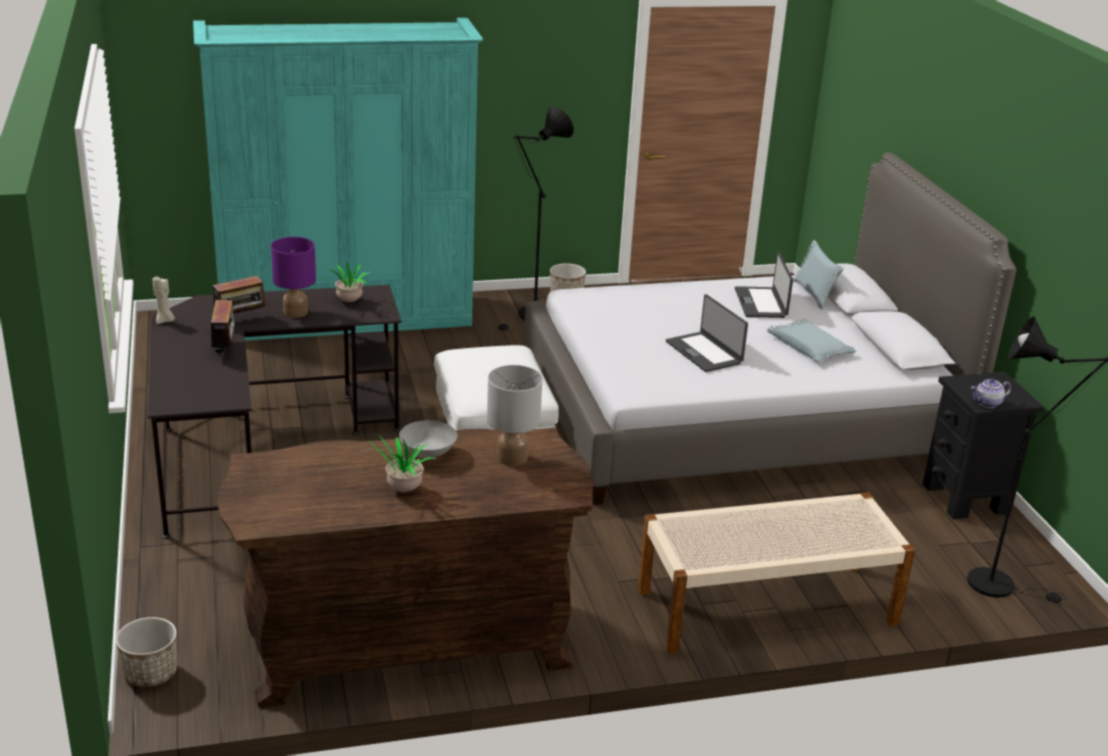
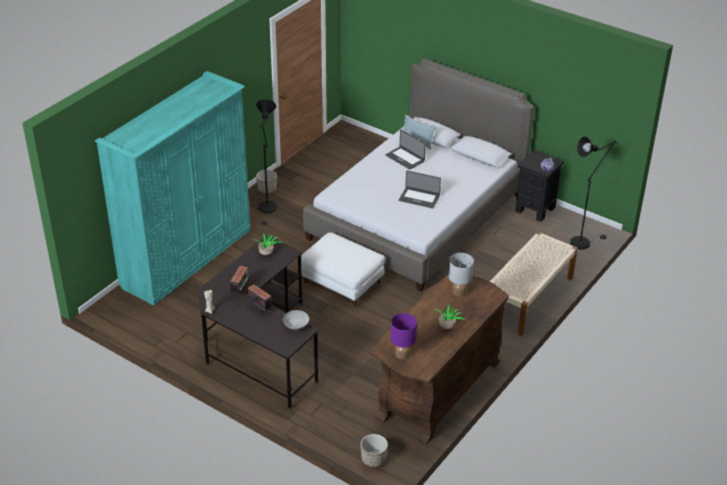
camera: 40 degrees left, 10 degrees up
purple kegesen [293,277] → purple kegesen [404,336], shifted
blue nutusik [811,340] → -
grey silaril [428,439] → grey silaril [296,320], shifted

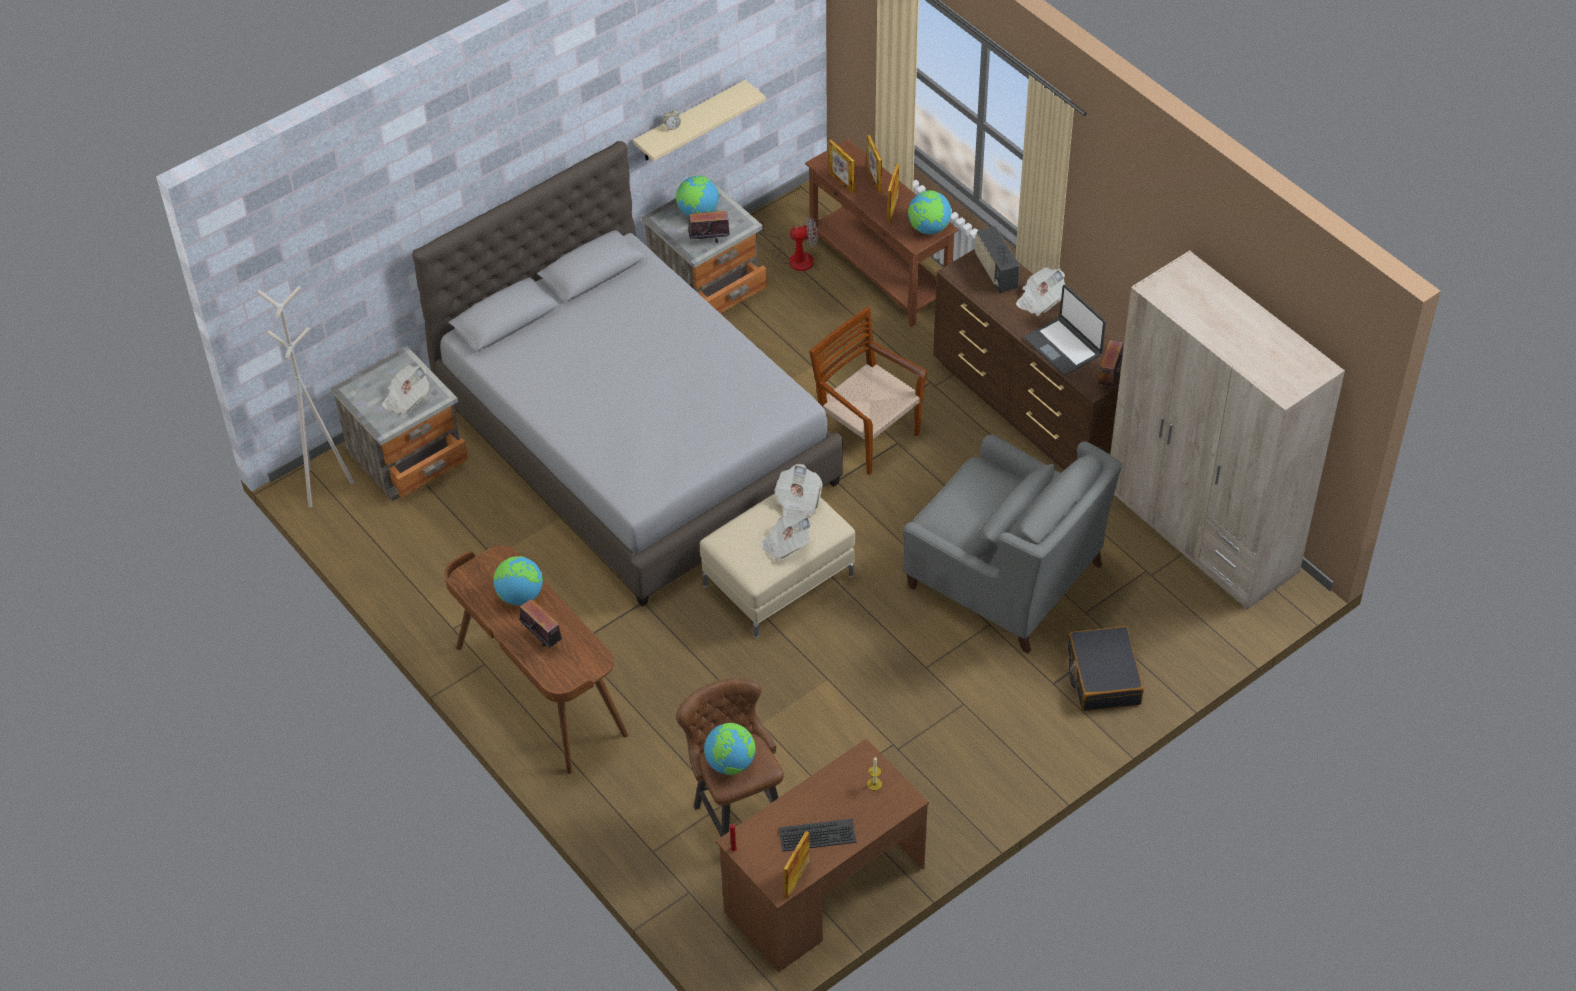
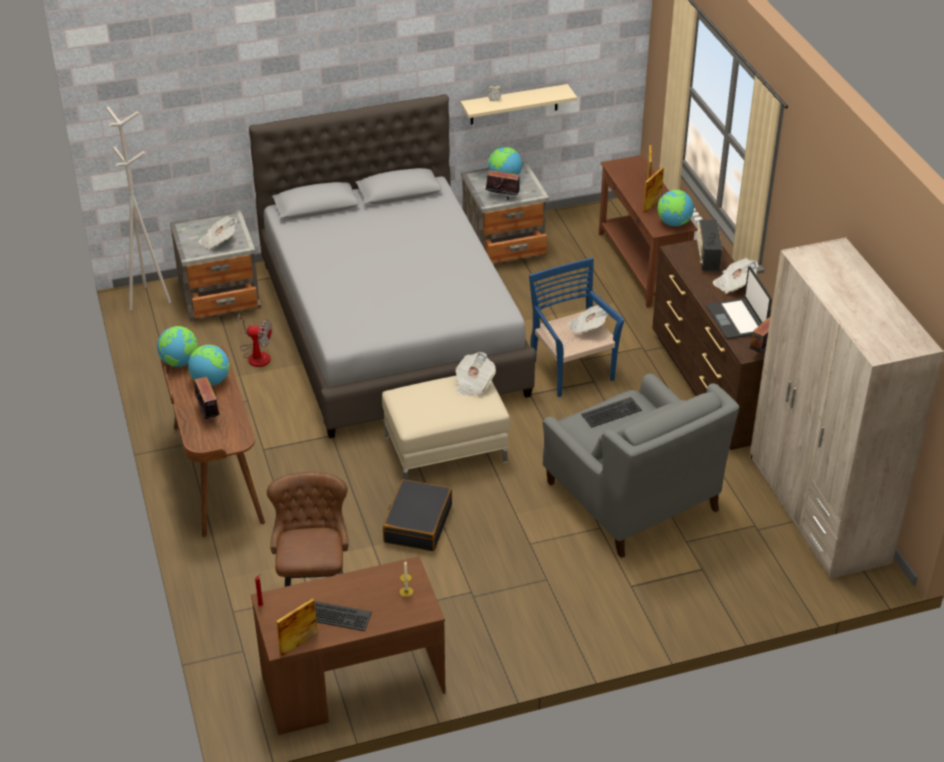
camera: 20 degrees right, 10 degrees down
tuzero [842,167] → -
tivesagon [787,243] → tivesagon [255,340], shifted
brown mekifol [868,391] → blue mekifol [577,327]
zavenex [786,536] → zavenex [588,320], shifted
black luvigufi [1106,668] → black luvigufi [417,515], shifted
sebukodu [730,749] → sebukodu [177,346], shifted
- → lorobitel [611,412]

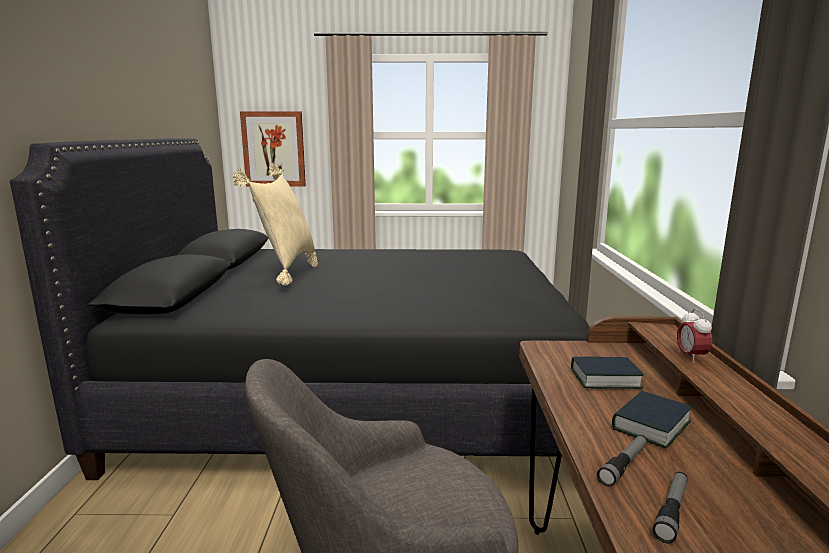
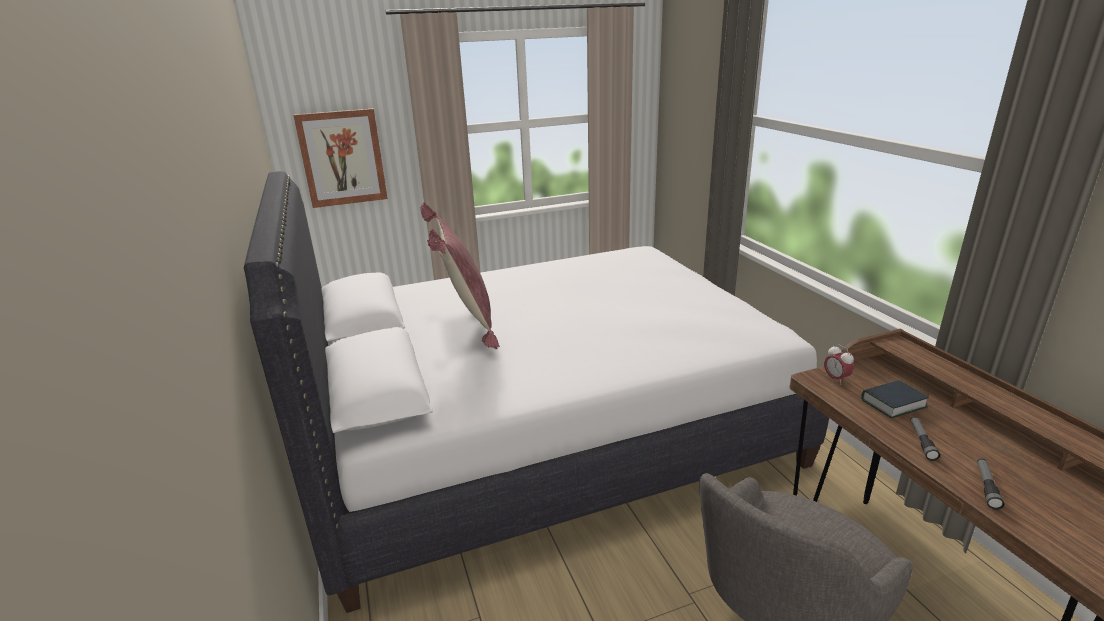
camera: 20 degrees left, 10 degrees up
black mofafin [300,309] → white mofafin [536,392]
beige nutusik [275,224] → red nutusik [460,275]
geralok [694,336] → geralok [839,364], shifted
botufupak [651,419] → -
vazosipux [670,507] → vazosipux [925,439], shifted

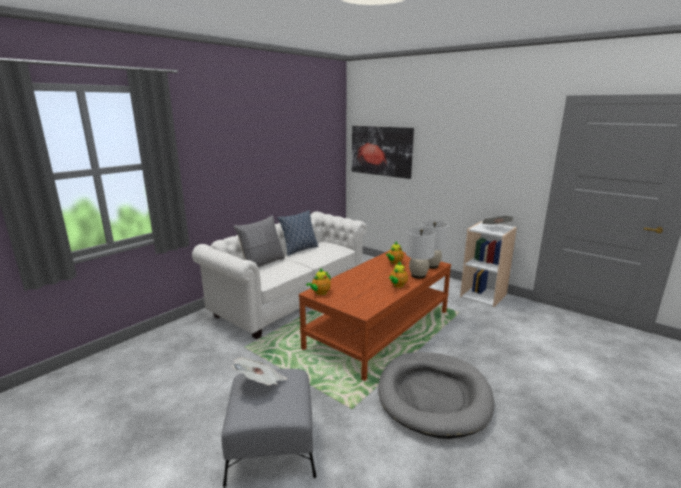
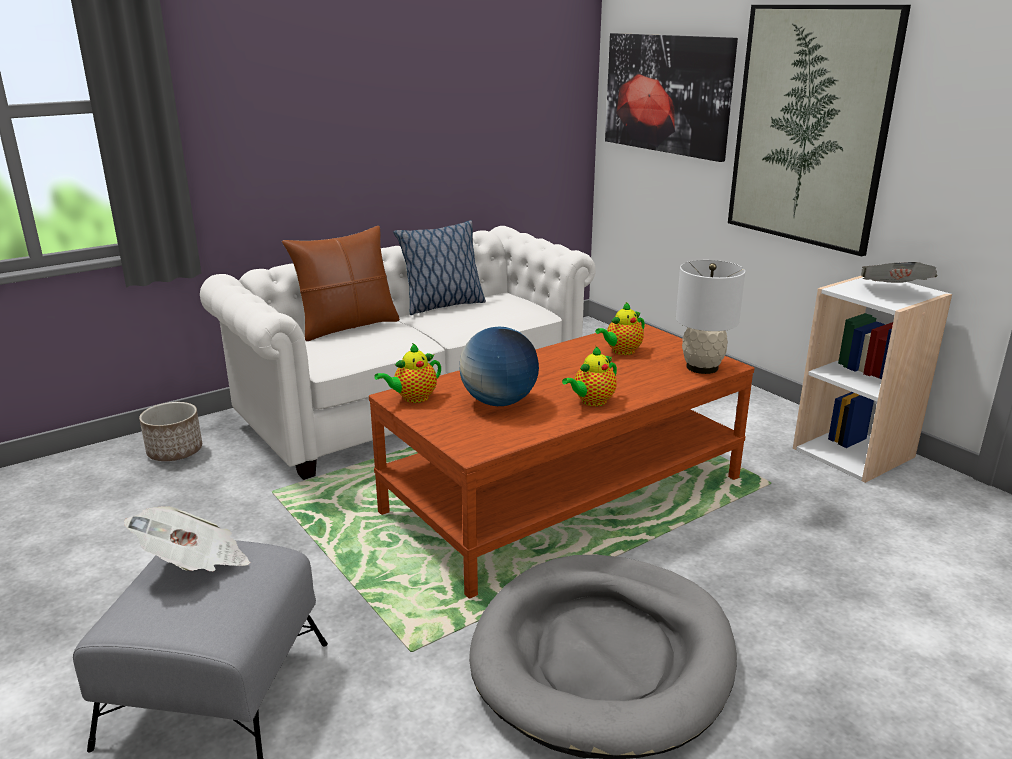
camera: 15 degrees right, 5 degrees up
grey nutusik [259,241] → brown nutusik [341,283]
white kegesen [421,253] → -
- → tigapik [819,131]
- → sebukodu [499,366]
- → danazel [170,431]

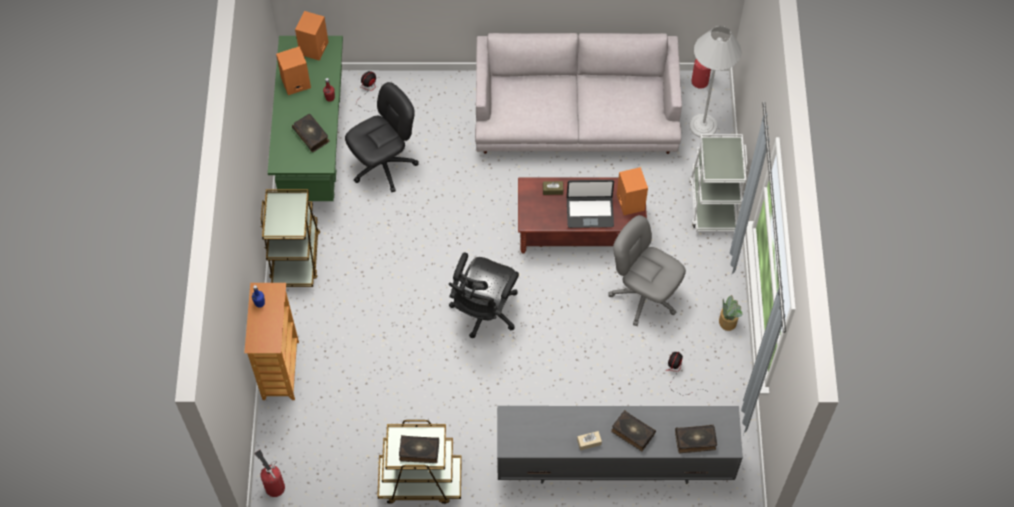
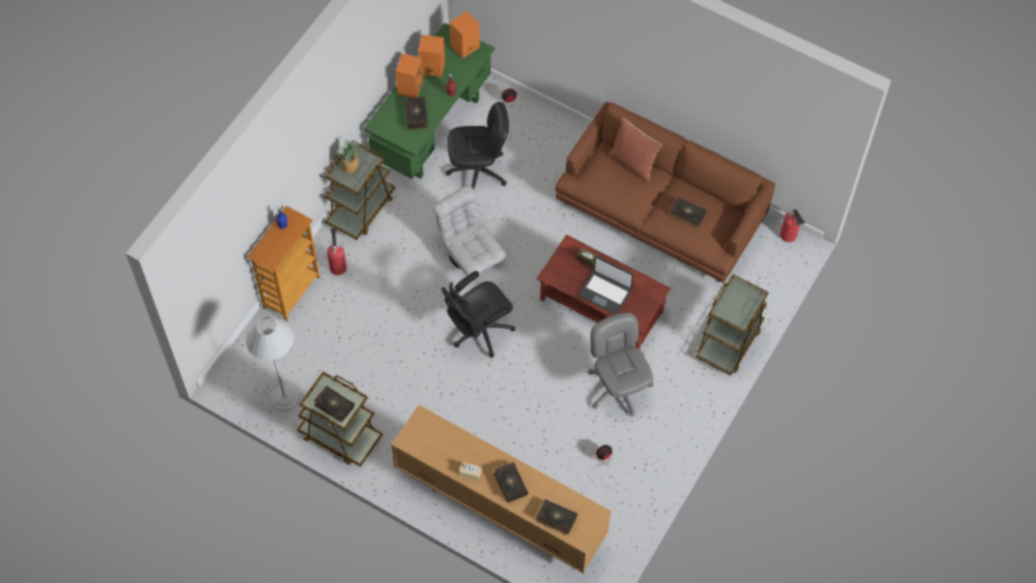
camera: 30 degrees right, 0 degrees up
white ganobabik [715,81] → white ganobabik [272,364], shifted
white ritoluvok [578,93] → brown ritoluvok [665,192]
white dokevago [718,182] → brown dokevago [732,325]
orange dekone [632,191] → orange dekone [409,75], shifted
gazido [731,313] → gazido [348,156], shifted
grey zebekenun [620,445] → brown zebekenun [501,489]
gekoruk [269,473] → gekoruk [337,251], shifted
- → nutusik [635,149]
- → grey mekifol [469,230]
- → botufupak [688,212]

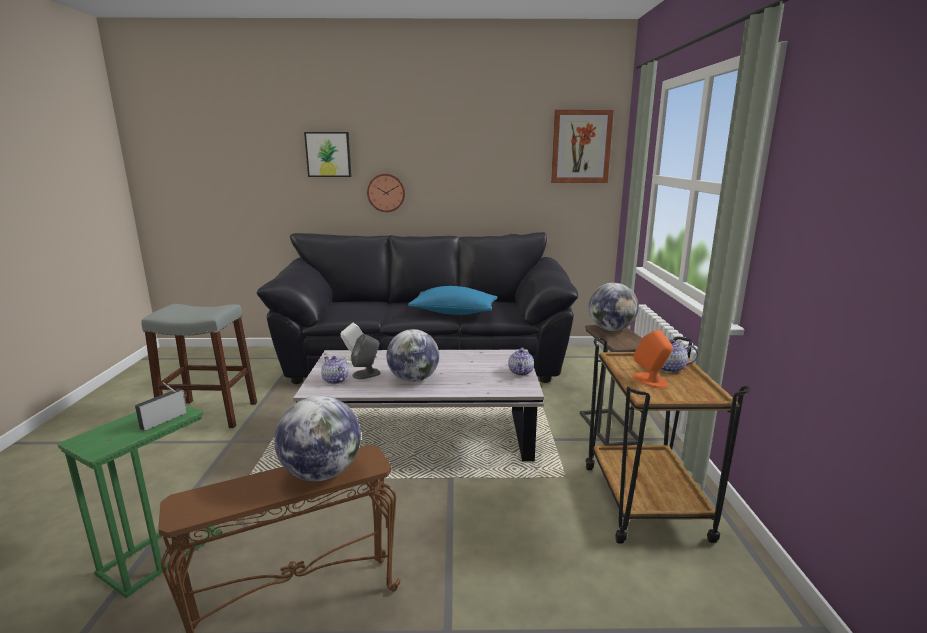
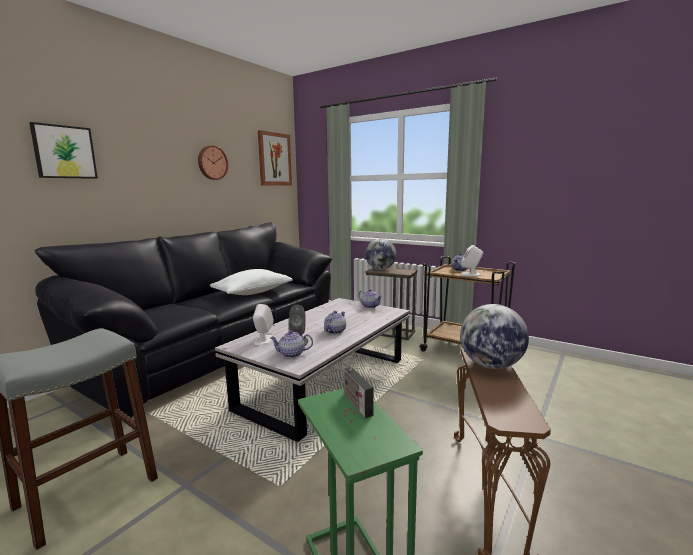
camera: 55 degrees left, 5 degrees down
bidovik [386,193] → bidovik [213,162], shifted
blue nutusik [452,300] → white nutusik [251,282]
sebukodu [412,355] → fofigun [335,322]
orange dekone [653,359] → white dekone [471,260]

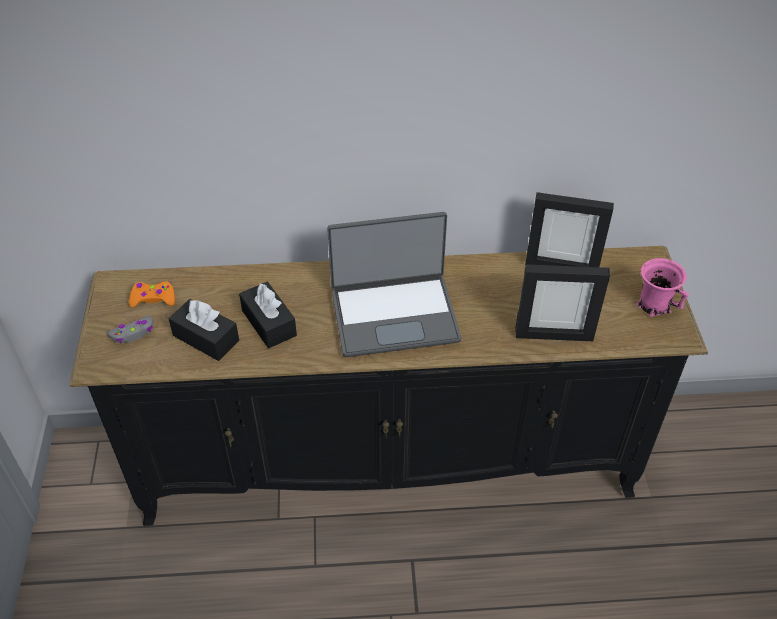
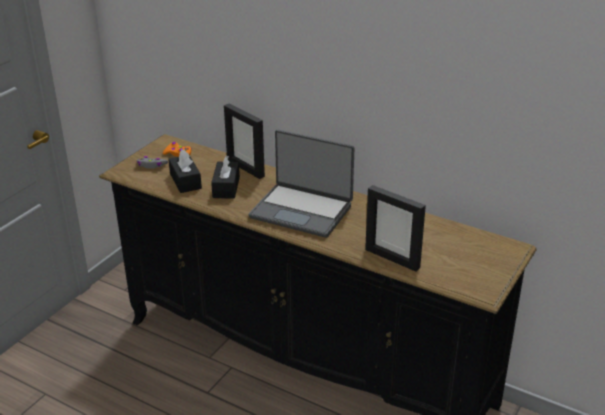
camera: 35 degrees right, 15 degrees down
tuzero [569,229] → tuzero [244,141], shifted
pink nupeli [663,287] → -

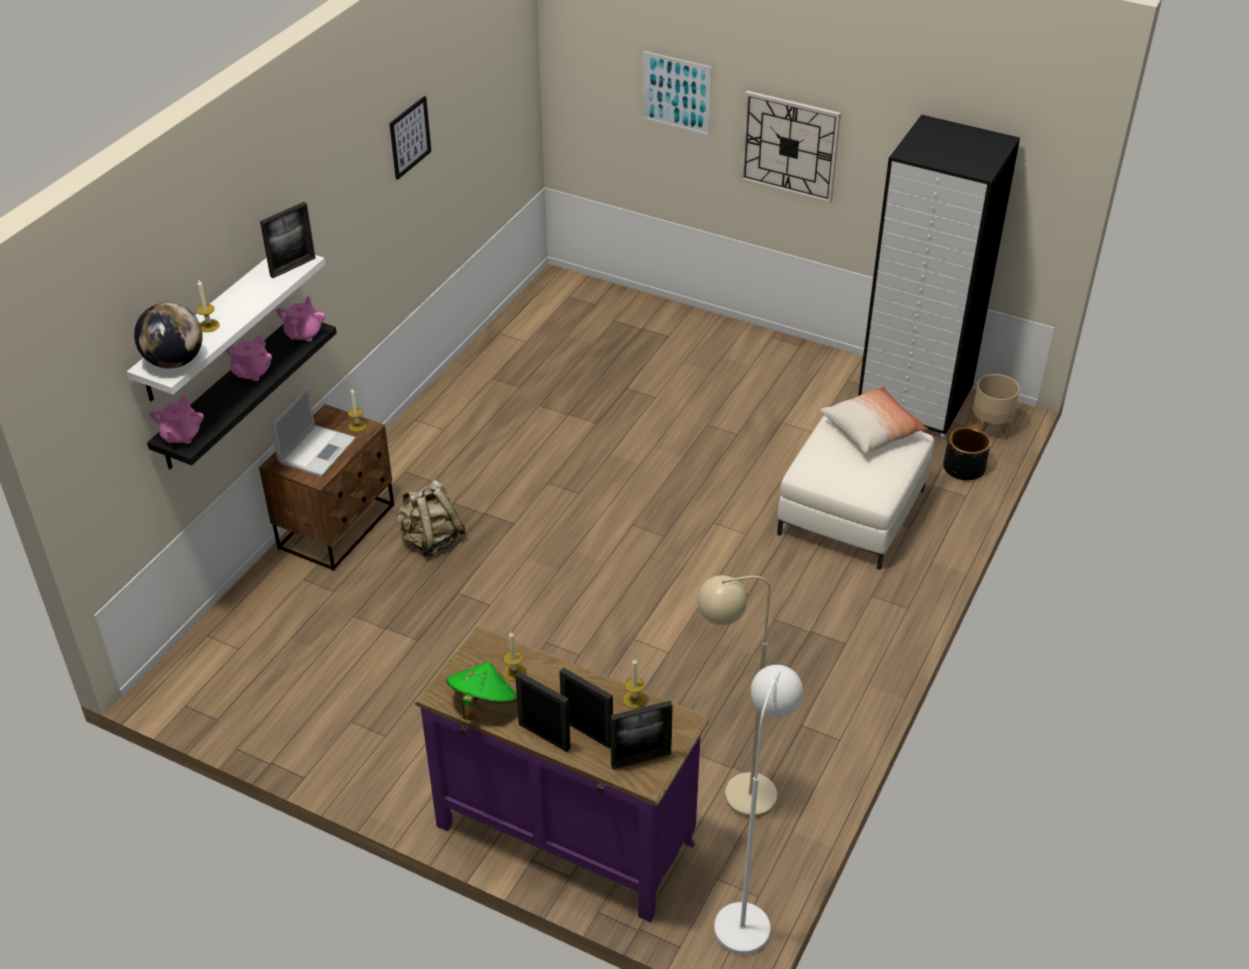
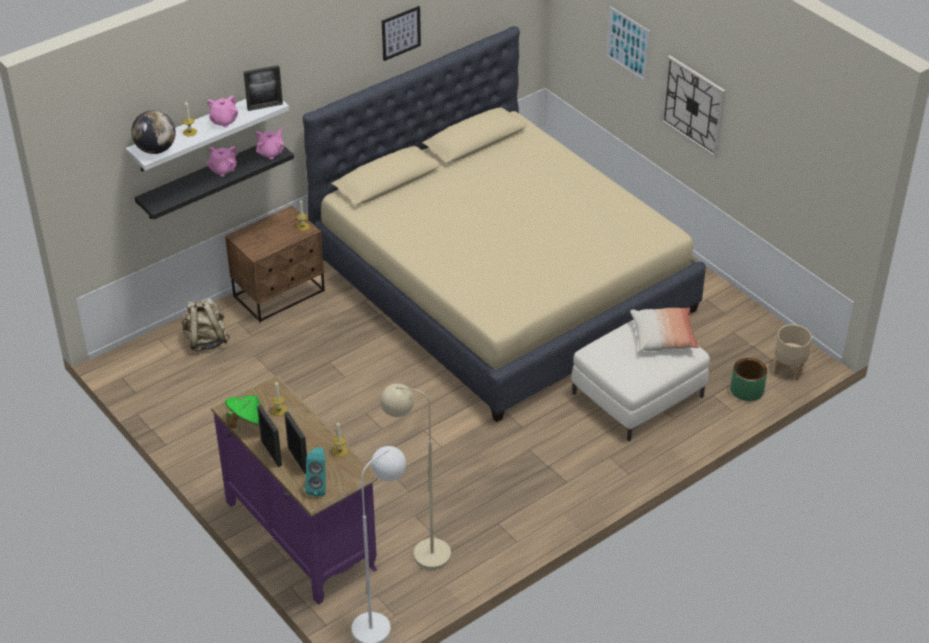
camera: 25 degrees right, 0 degrees up
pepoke [939,276] → -
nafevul [313,432] → -
pink fofigun [176,420] → pink fofigun [222,111], shifted
black danazel [967,454] → green danazel [748,379]
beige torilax [430,518] → beige torilax [206,324], shifted
tuzero [642,734] → turquoise dekone [315,471]
- → beige mofafin [504,224]

